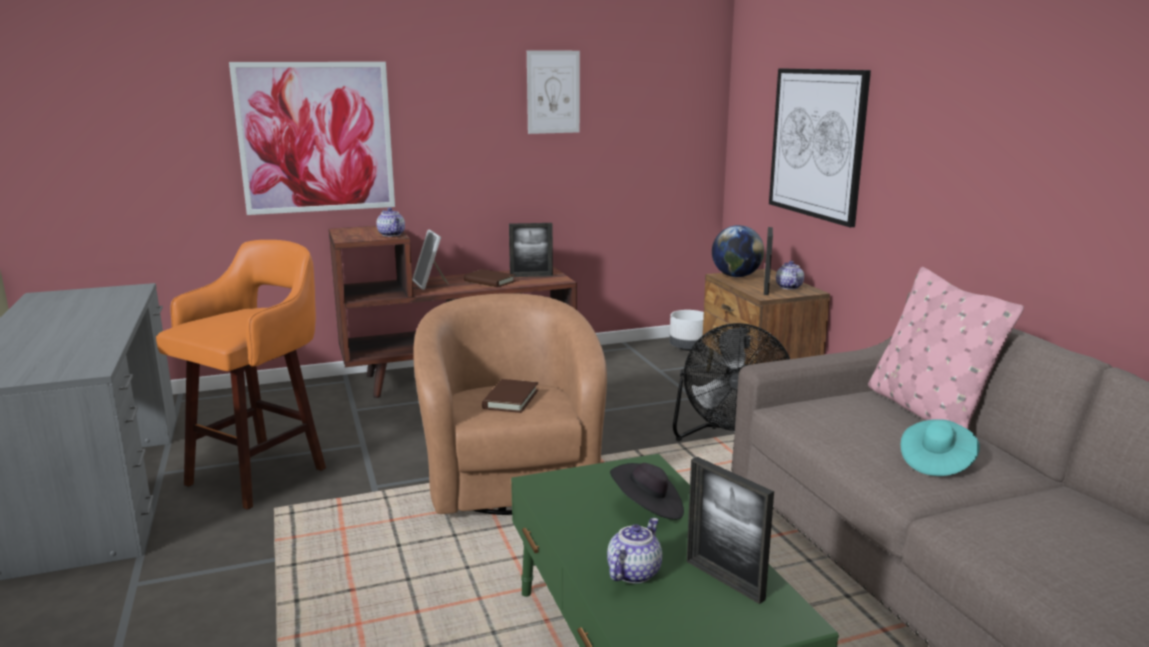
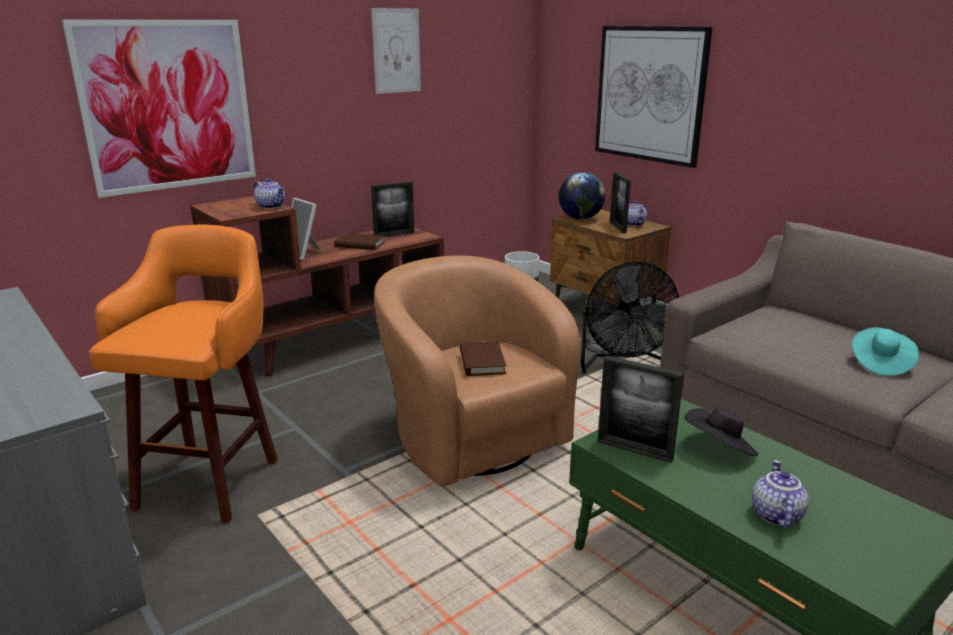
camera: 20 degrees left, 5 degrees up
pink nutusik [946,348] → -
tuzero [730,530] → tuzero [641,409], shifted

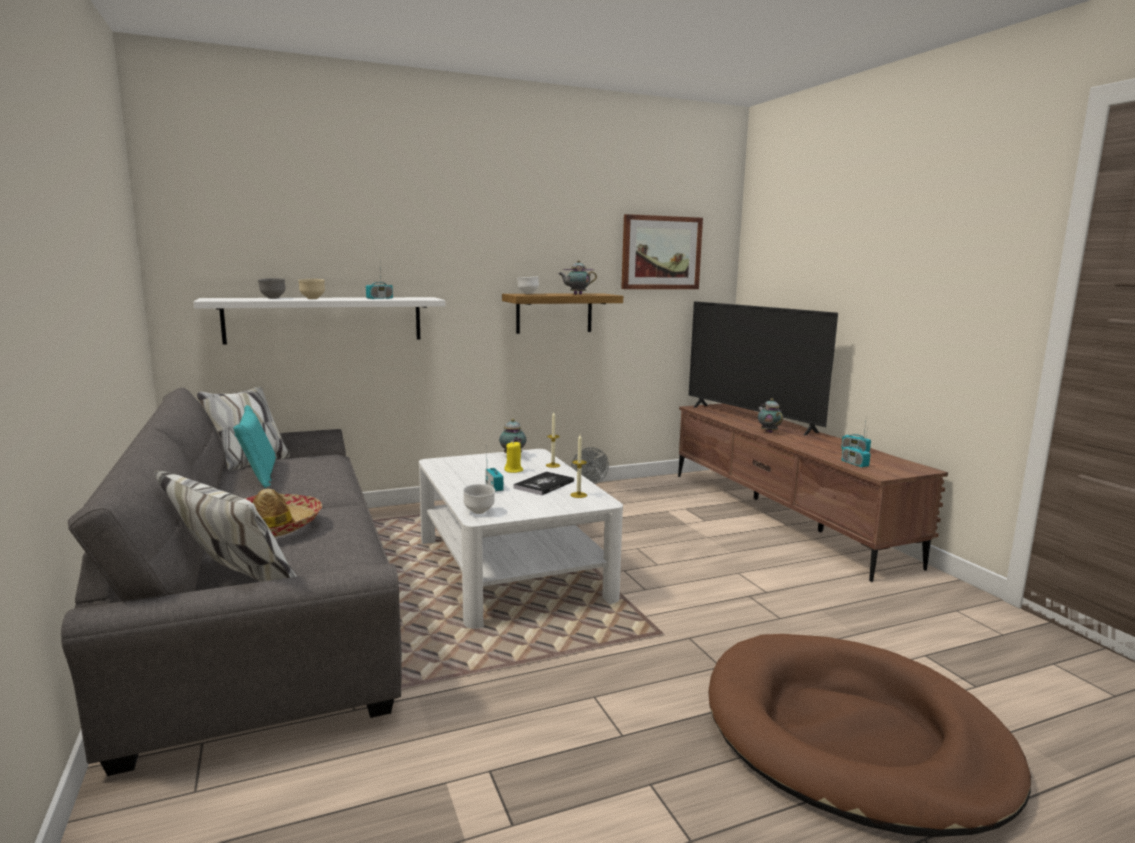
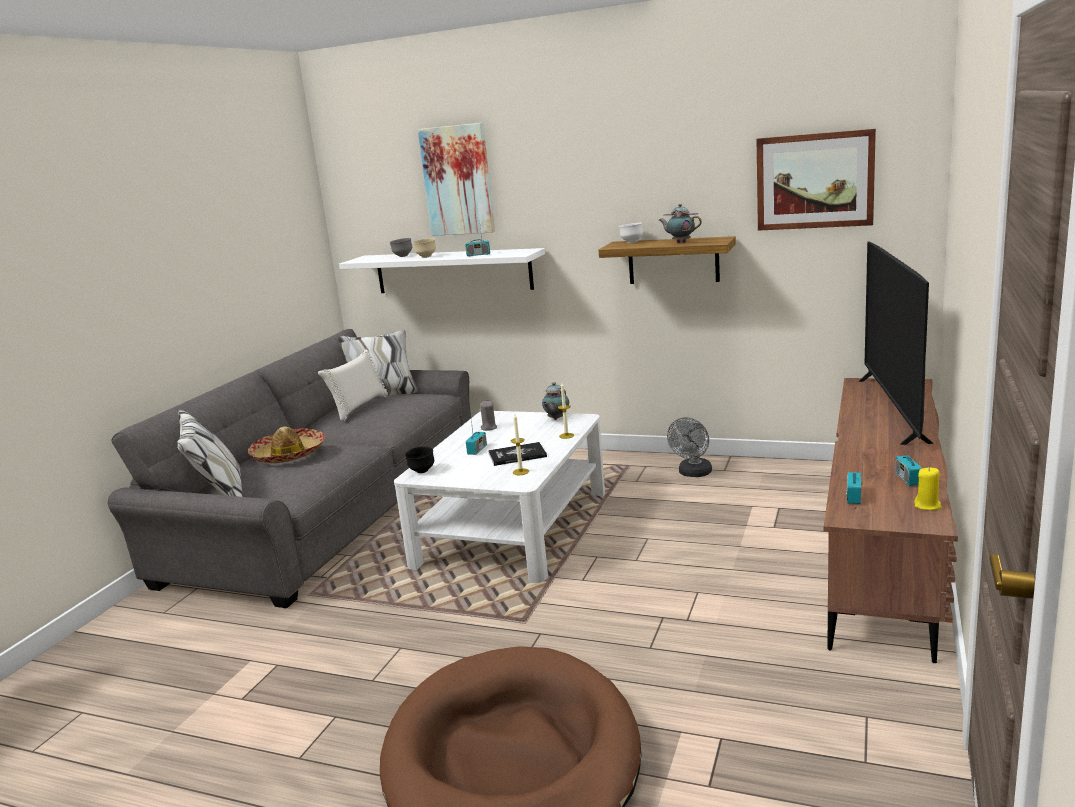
camera: 45 degrees right, 5 degrees up
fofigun [770,415] → -
turquoise nutusik [254,446] → white nutusik [353,385]
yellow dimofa [513,457] → yellow dimofa [928,488], shifted
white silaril [479,499] → black silaril [419,459]
- → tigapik [456,179]
- → grey dimofa [488,416]

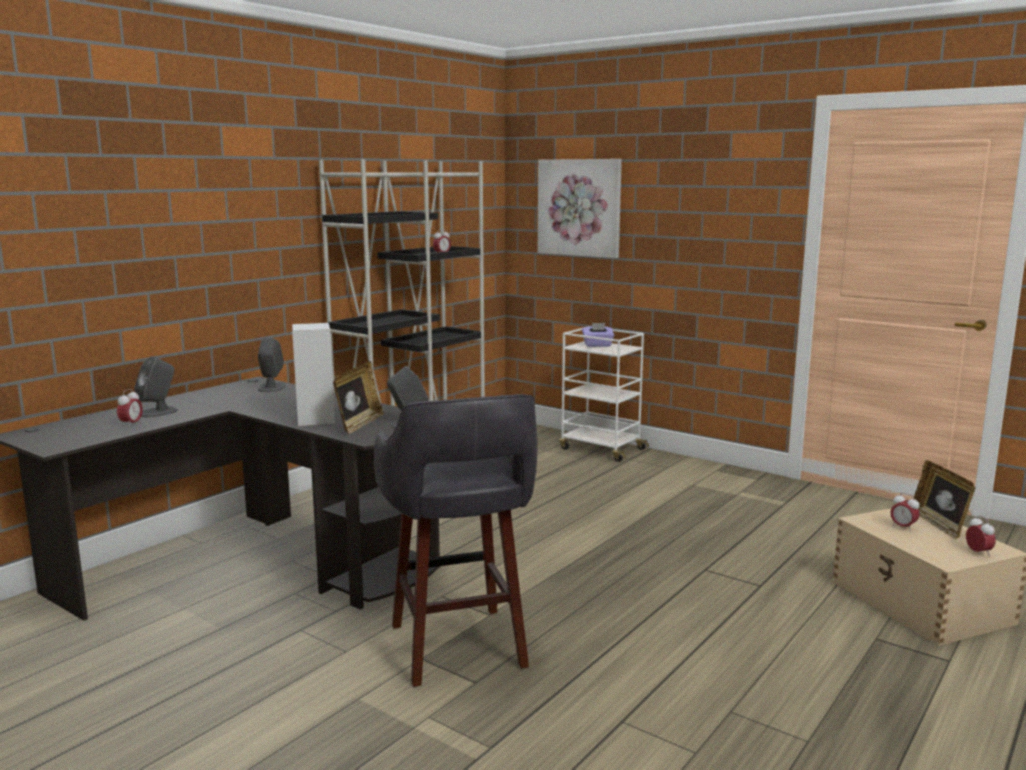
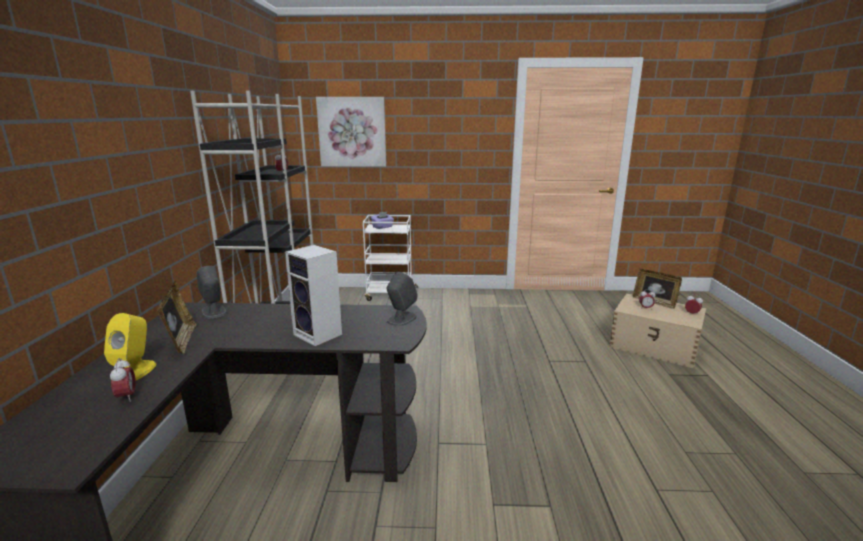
camera: 35 degrees left, 5 degrees up
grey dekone [156,387] → yellow dekone [130,346]
tuzero [358,397] → tuzero [177,317], shifted
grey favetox [456,540] → -

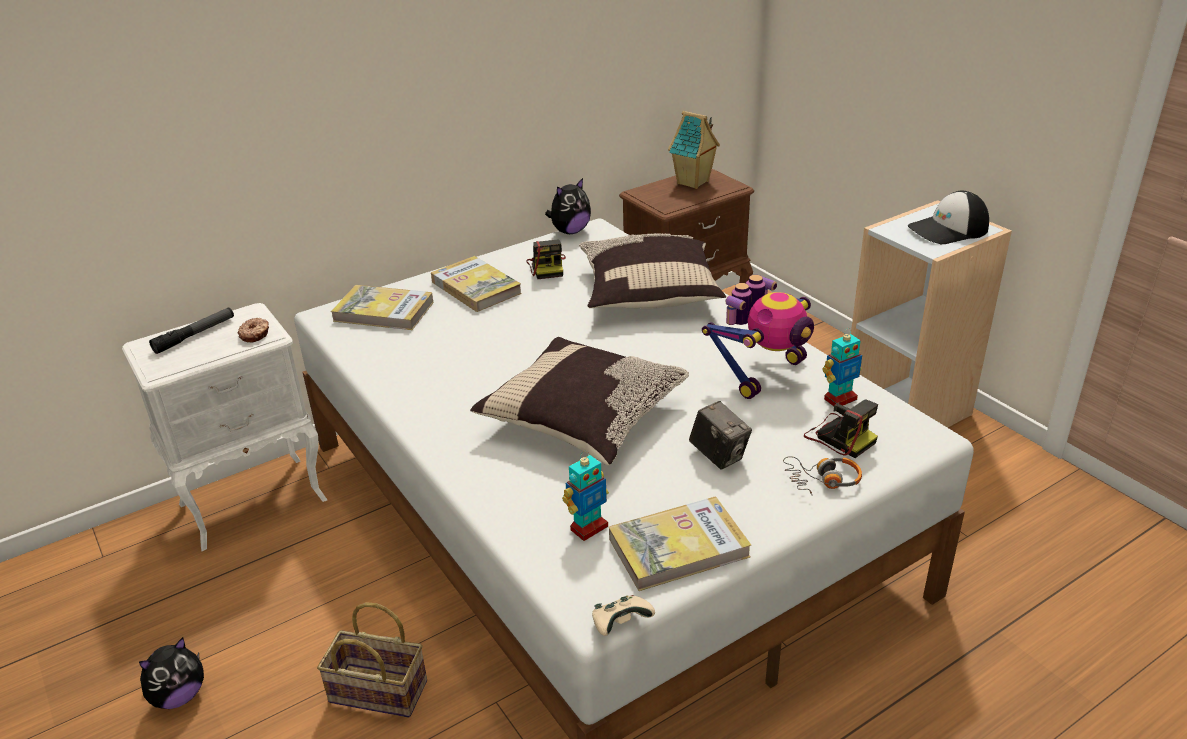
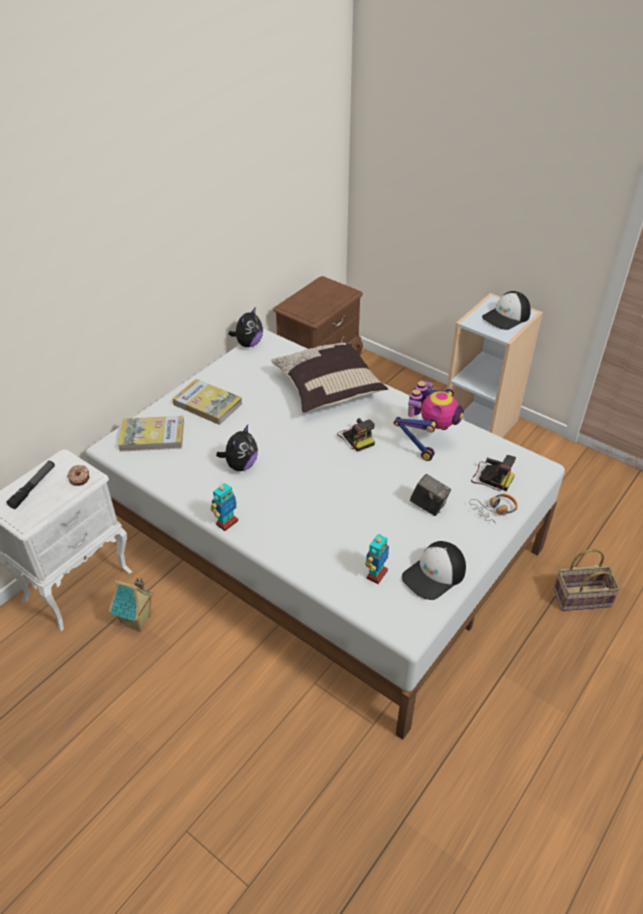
camera: 20 degrees left, 10 degrees up
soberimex [694,150] → soberimex [131,605], shifted
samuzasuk [546,259] → samuzasuk [356,435], shifted
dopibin [842,367] → dopibin [224,506], shifted
nutusik [579,401] → -
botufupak [680,544] → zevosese [434,570]
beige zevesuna [623,615] → -
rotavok [372,660] → rotavok [586,580], shifted
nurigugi [171,673] → nurigugi [237,448], shifted

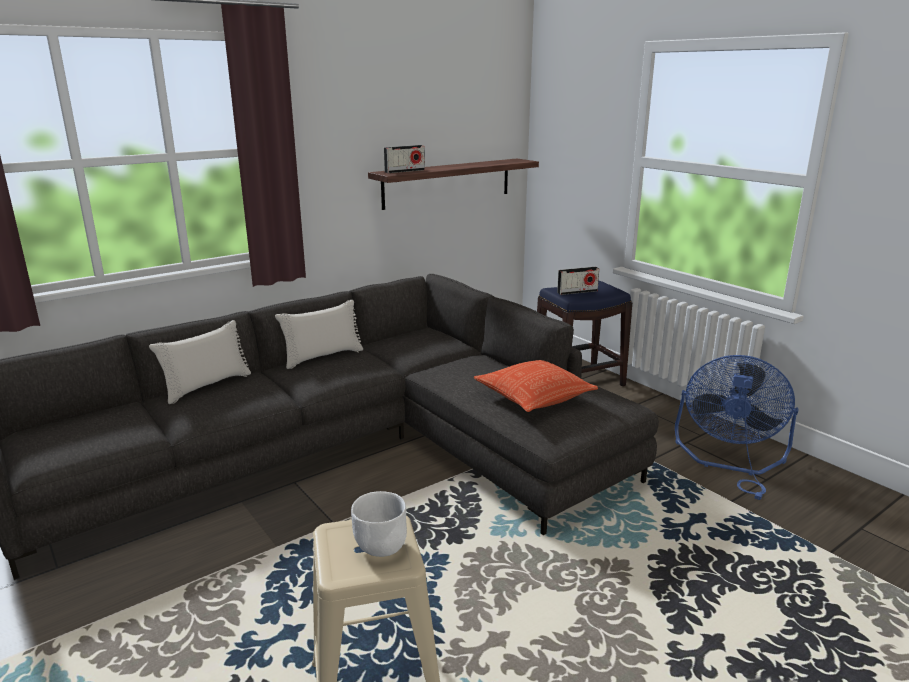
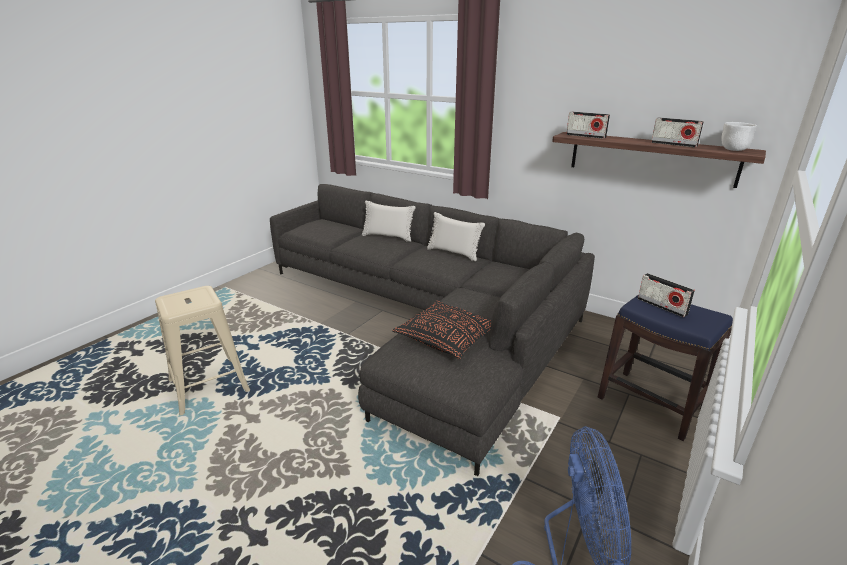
camera: 70 degrees right, 5 degrees up
orange nutusik [536,386] → black nutusik [441,329]
white silaril [379,524] → white silaril [739,136], shifted
- → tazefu [677,132]

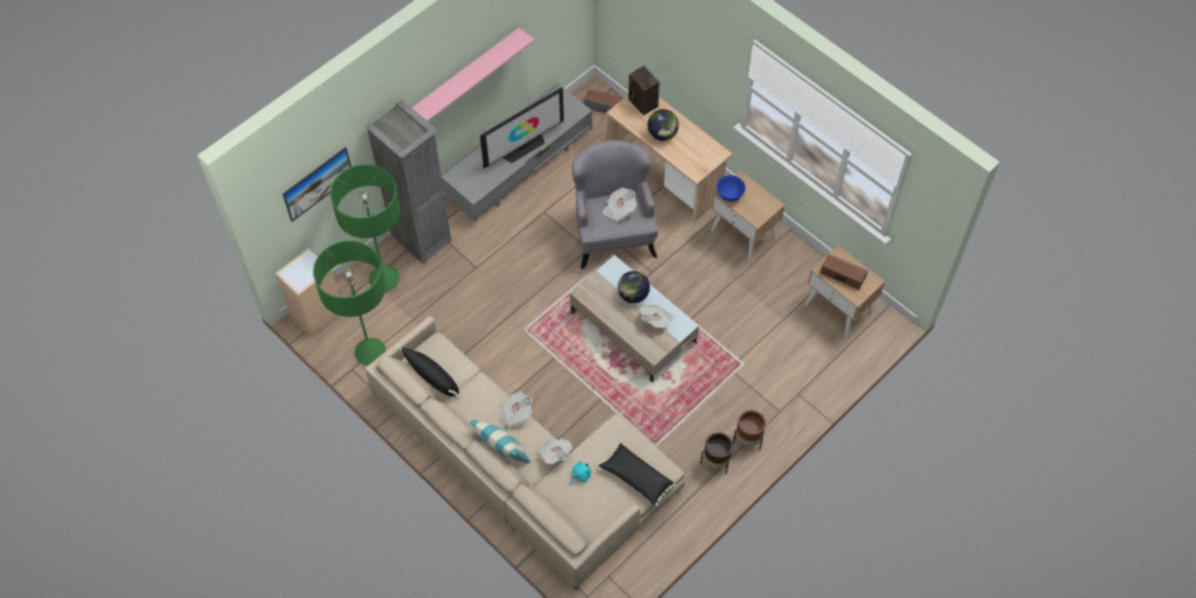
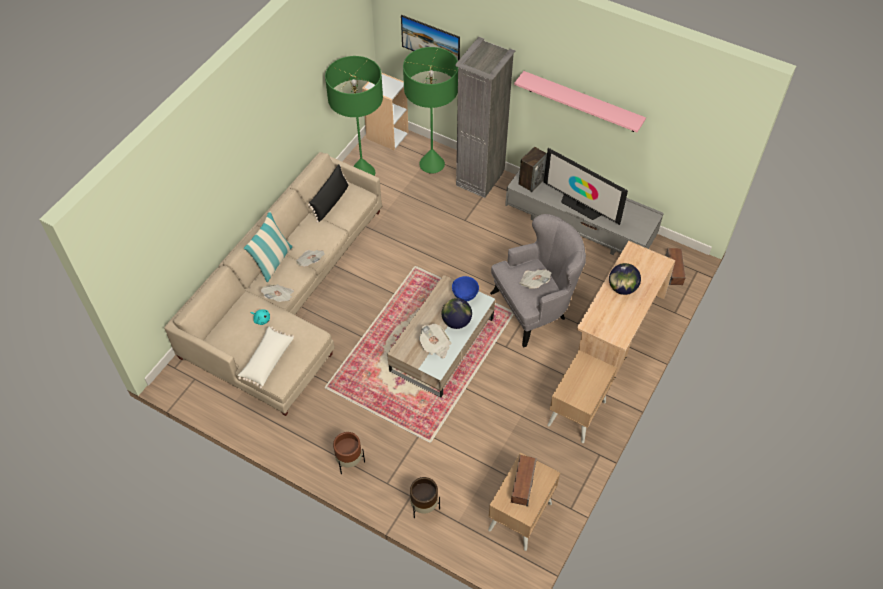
camera: 75 degrees right, 5 degrees down
dekone [644,90] → dekone [533,169], shifted
blue silaril [731,188] → blue silaril [465,289], shifted
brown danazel [716,453] → brown danazel [425,498], shifted
black nutusik [637,474] → white nutusik [265,357]

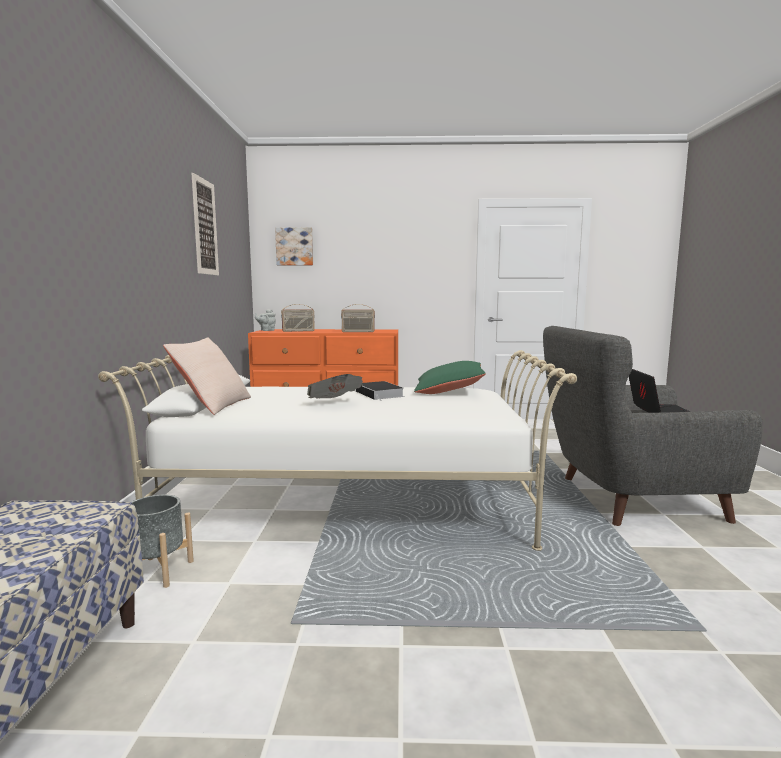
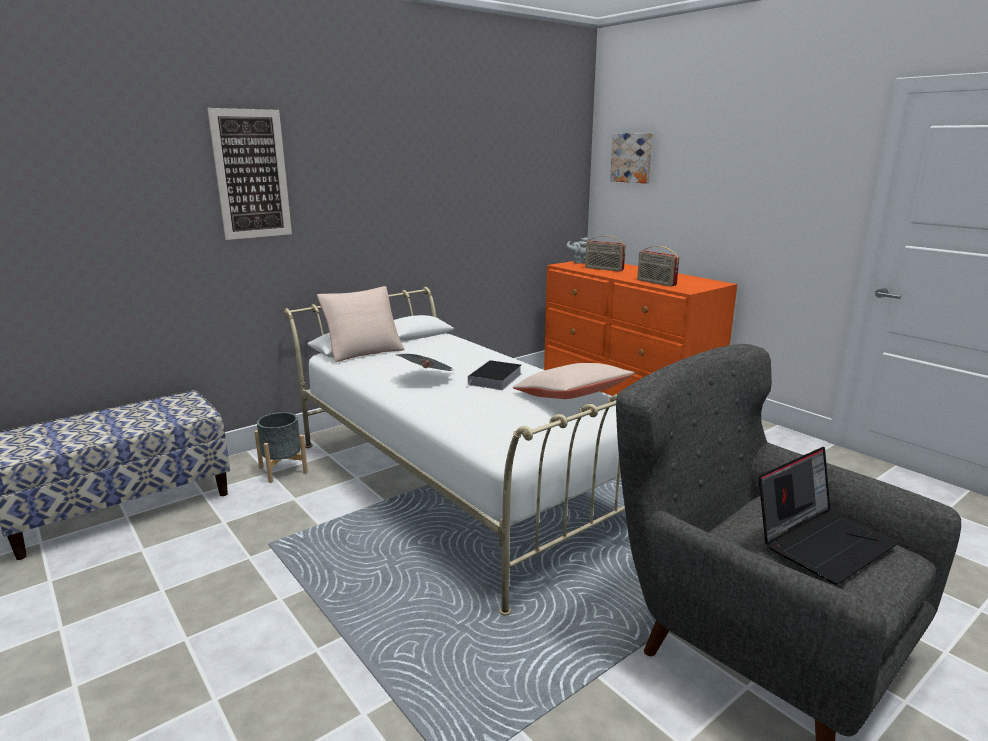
camera: 50 degrees right, 10 degrees up
tigapik [205,224] → tigapik [249,174], shifted
green nutusik [450,377] → beige nutusik [574,381]

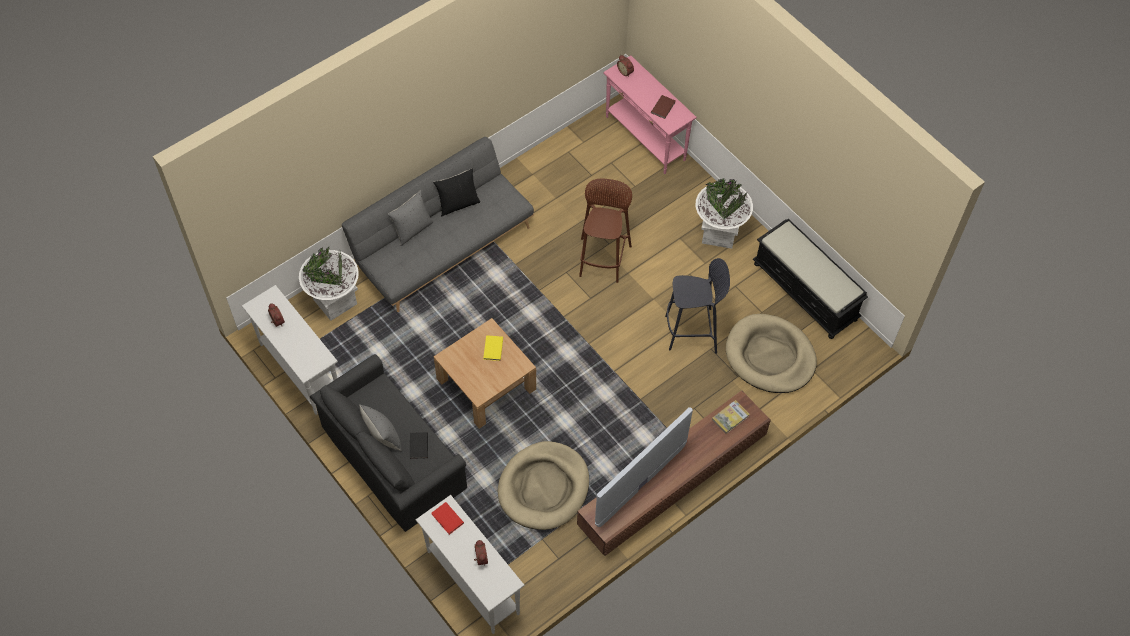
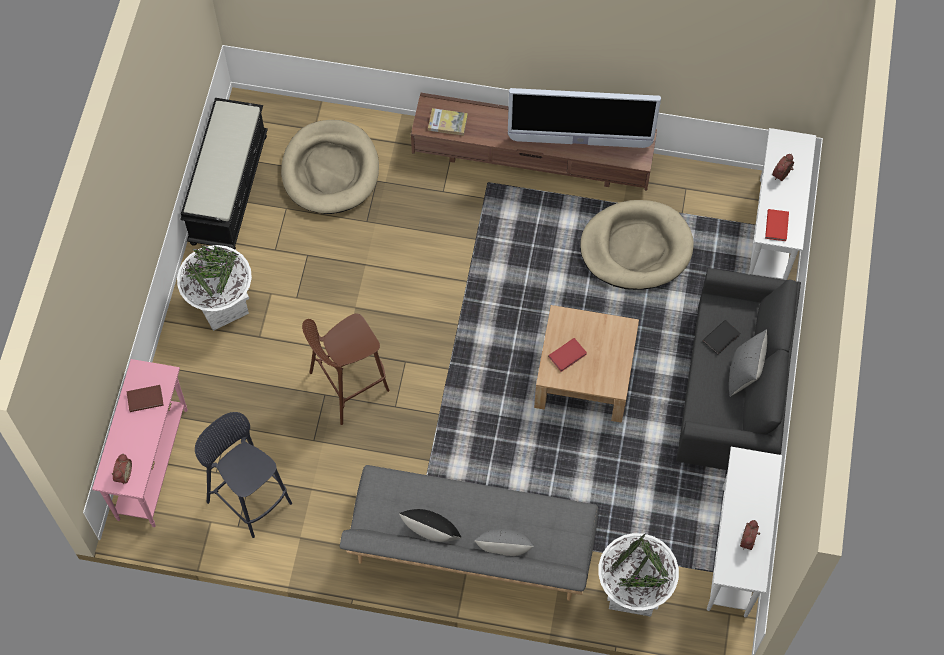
camera: 130 degrees left, 5 degrees up
grey favetox [697,306] → grey favetox [243,475], shifted
yellow botufupak [493,348] → red botufupak [567,355]

